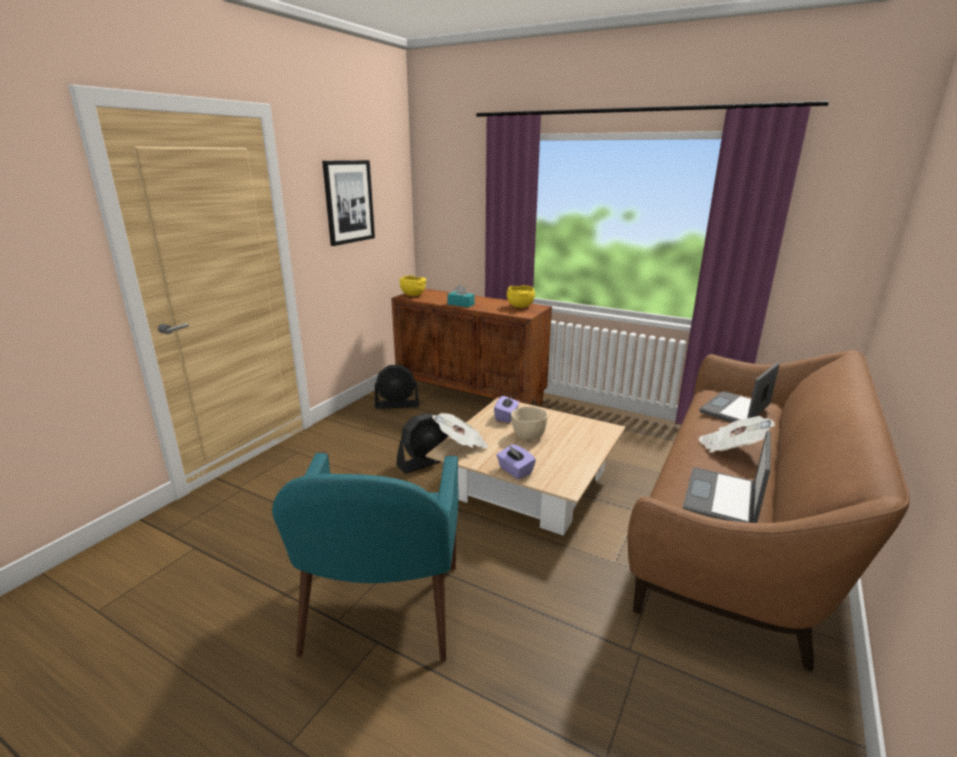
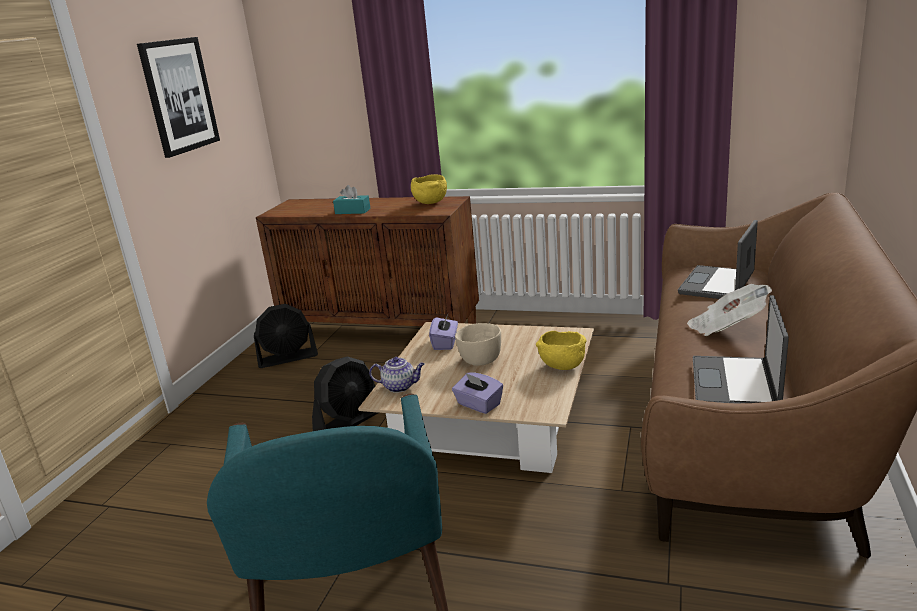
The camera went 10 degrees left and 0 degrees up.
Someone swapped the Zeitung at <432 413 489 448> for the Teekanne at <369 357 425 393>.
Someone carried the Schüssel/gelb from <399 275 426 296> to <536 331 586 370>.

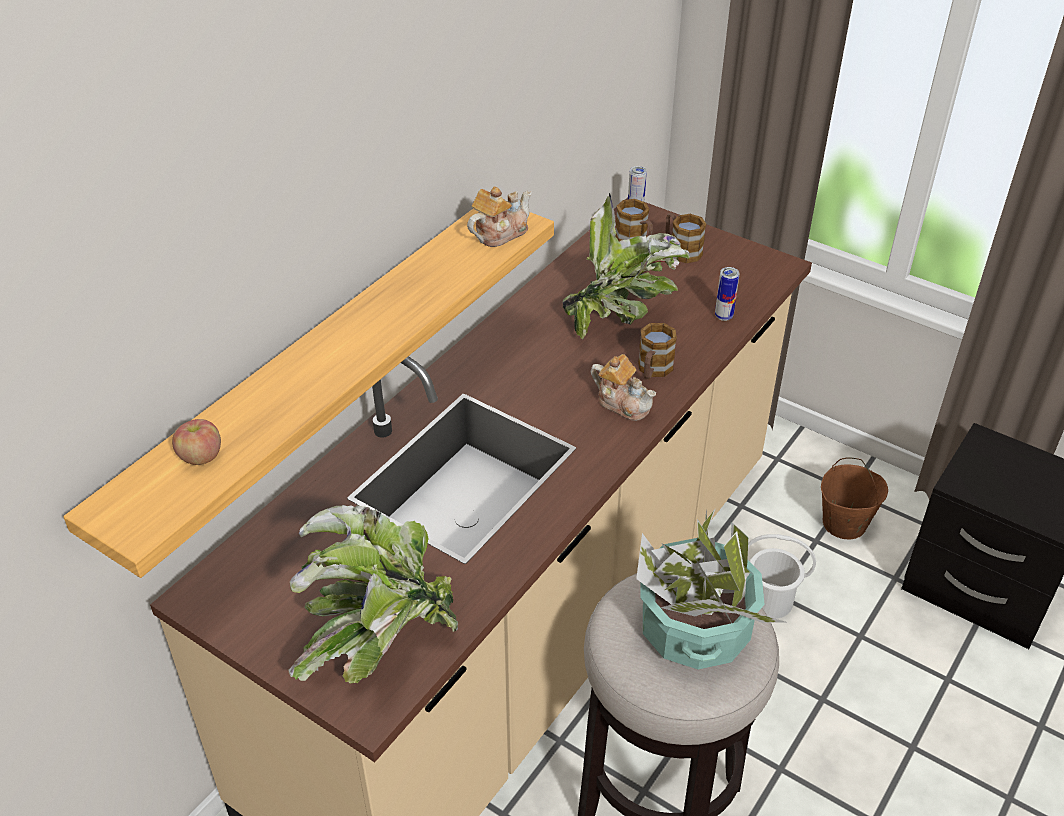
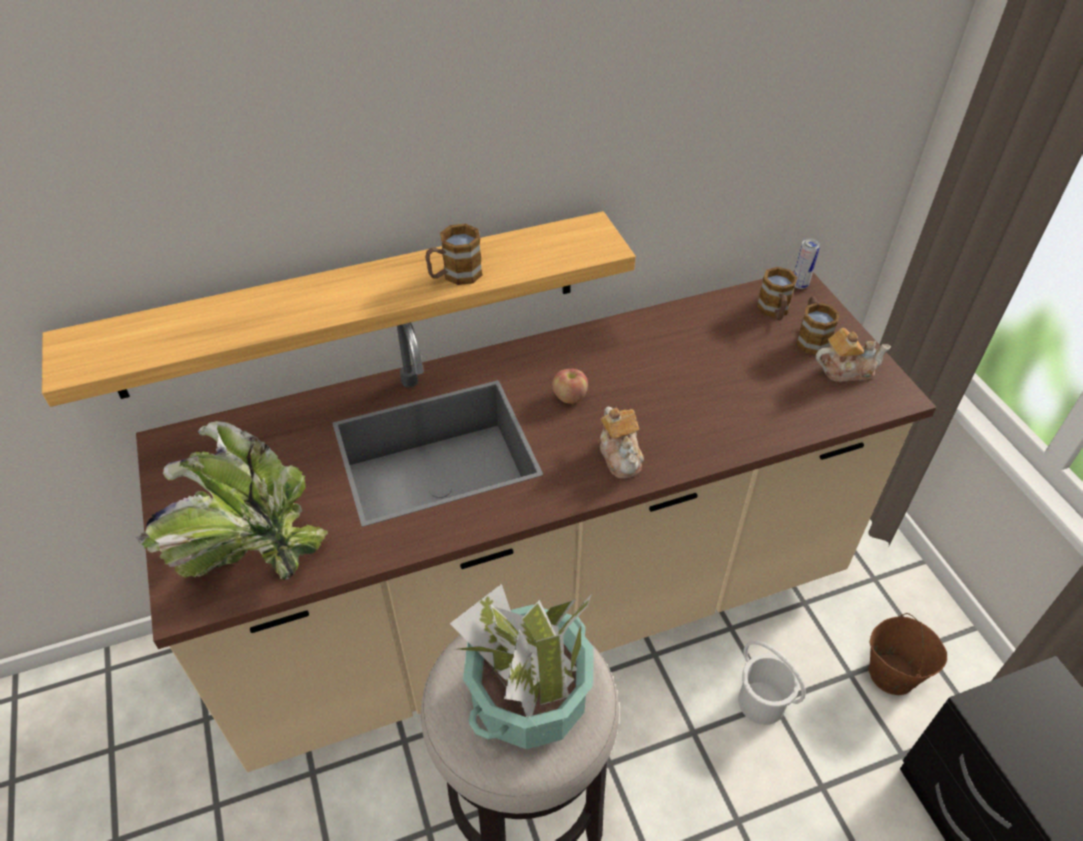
The camera went 35 degrees right and 5 degrees up.
Someone carried the Henkelbecher from <638 323 677 379> to <425 224 482 285>.
Someone carried the Apfel from <172 419 221 465> to <552 369 588 404>.
Someone carried the Teekanne from <467 187 532 247> to <816 328 891 382>.
Someone took away the Topfpflanze at <563 193 689 339>.
Someone took away the Dose at <715 267 740 321>.

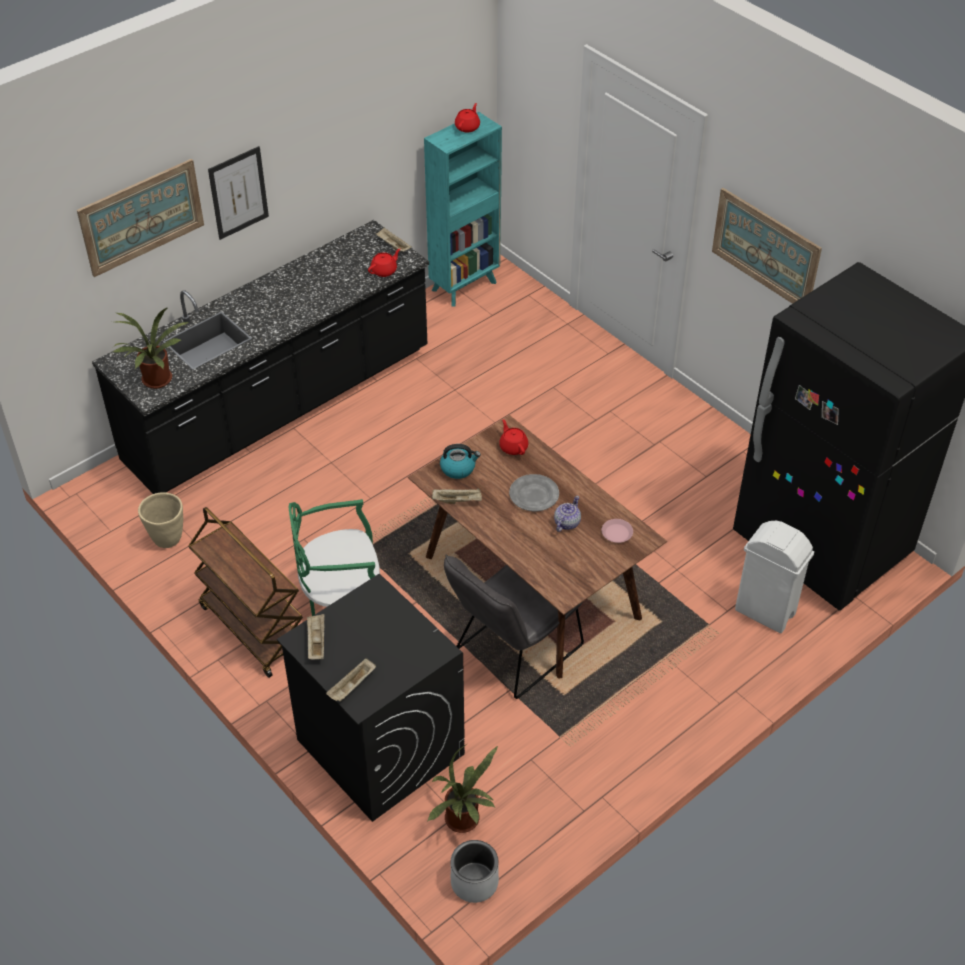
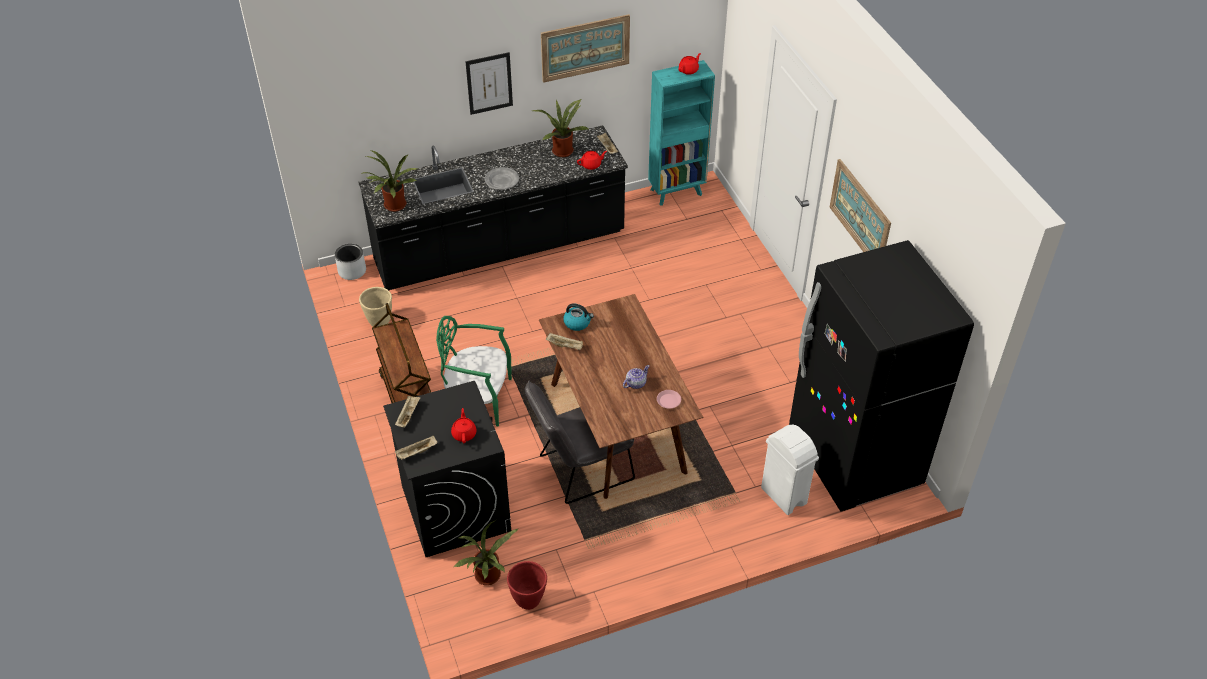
The camera went 20 degrees right and 0 degrees up.
Someone carried the Pflanzkübel/grau from <451 840 499 903> to <335 244 366 280>.
Someone carried the Teekanne/rot from <499 419 528 455> to <451 408 477 443>.
Someone carried the Teller/grau from <509 474 559 511> to <485 167 519 190>.
Someone put down the Pflanzkübel/rot at <507 561 547 610>.
Someone put down the Topfpflanze at <533 99 588 157>.
Someone carried the Bild from <77 159 204 277> to <541 14 630 83>.

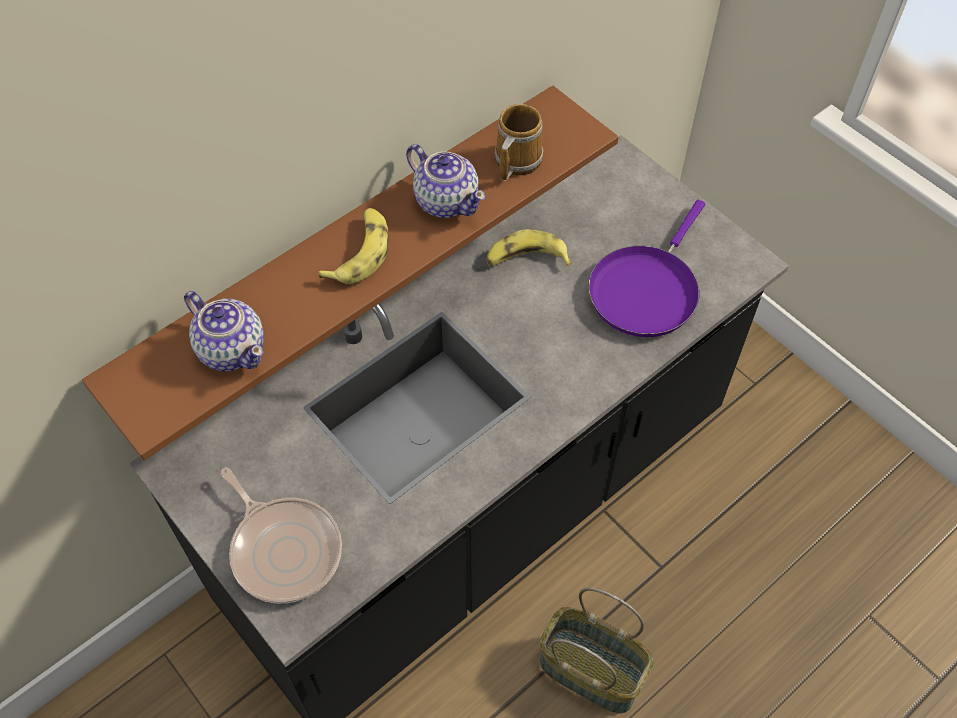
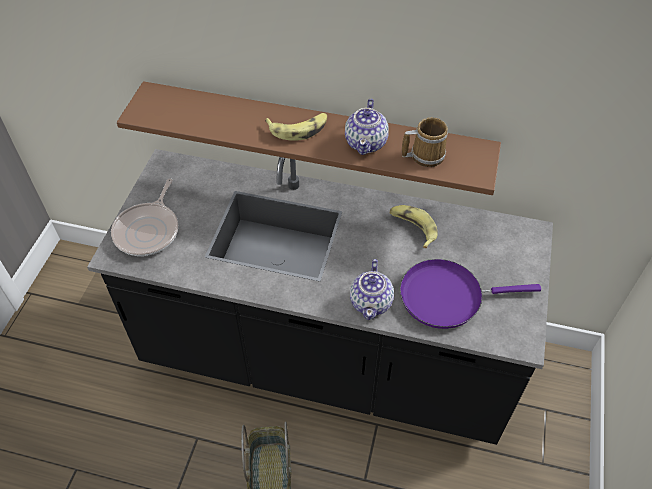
The camera went 55 degrees right and 5 degrees down.
Someone carried the Teekanne from <184 291 264 371> to <350 259 394 320>.

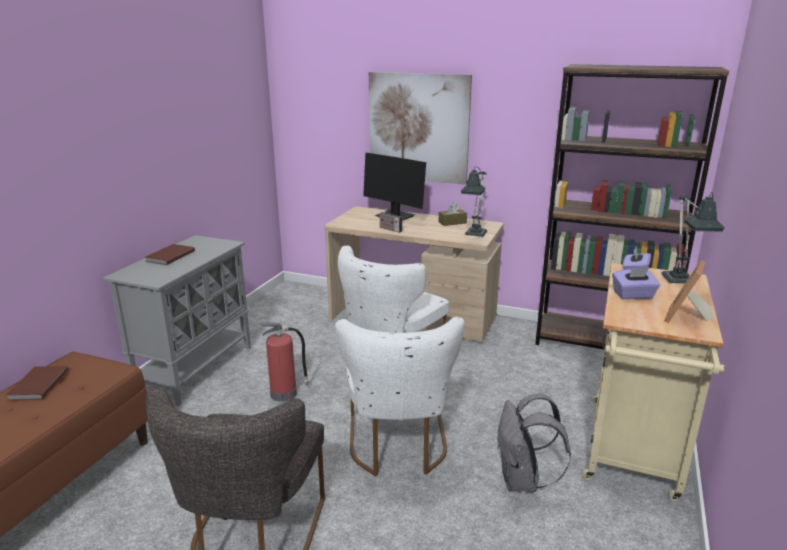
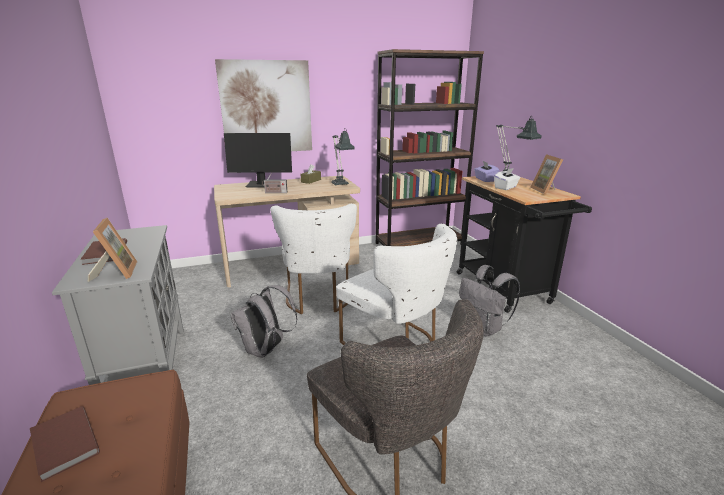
The camera went 40 degrees left and 0 degrees up.
Someone put down the Bilderrahmen at <88 218 137 282>.
Someone swapped the Feuerlöscher at <261 323 309 402> for the Rucksack/grau at <230 285 297 358>.
Someone repainted the Rollwagen/beige at <582 263 724 501>, which became the Rollwagen/schwarz at <457 176 592 313>.
Someone repainted the Taschentuchbox/lila at <612 268 660 299>, which became the Taschentuchbox/weiß at <494 168 520 190>.

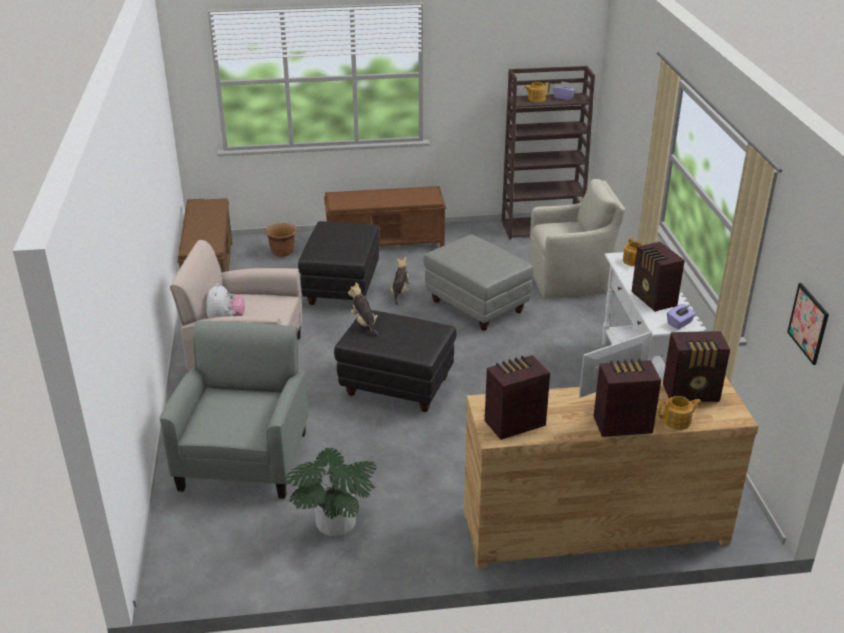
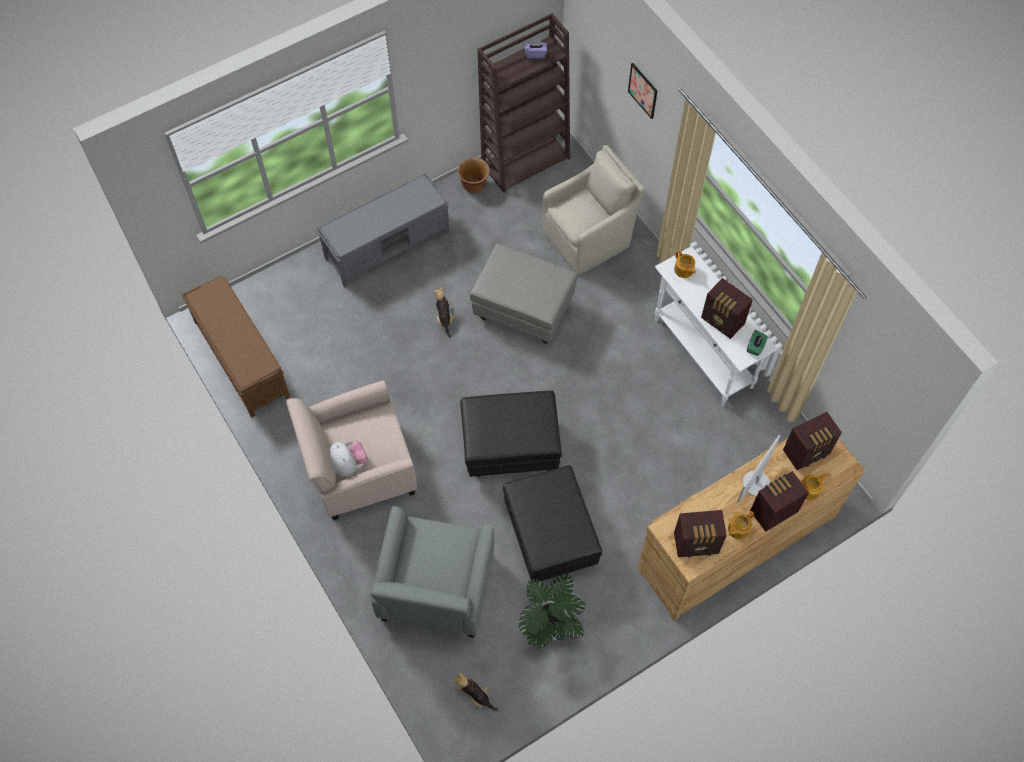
The camera went 25 degrees left and 30 degrees up.
Someone repainted the Bank/braun at <324 186 446 247>, which became the Bank/grau at <317 173 450 287>.
Someone rotated the Sessel/grau at <159 321 308 499> by 150 degrees counterclockwise.
Someone carried the Plüschtier from <348 282 379 337> to <453 673 499 711>.
Someone carried the Pflanzkübel/braun from <265 223 297 257> to <457 158 490 193>.
Someone carried the Polsterhocker/schwarz from <298 221 380 305> to <503 465 602 583>.
Someone carried the Bild from <787 283 829 365> to <628 63 657 119>.
Someone rotated the Radio at <485 355 550 440> by 135 degrees counterclockwise.
Someone carried the Teekanne from <524 82 550 102> to <728 511 754 540>.
Someone repainted the Taschentuchbox/lila at <667 304 696 329>, which became the Taschentuchbox/grün at <747 330 768 356>.

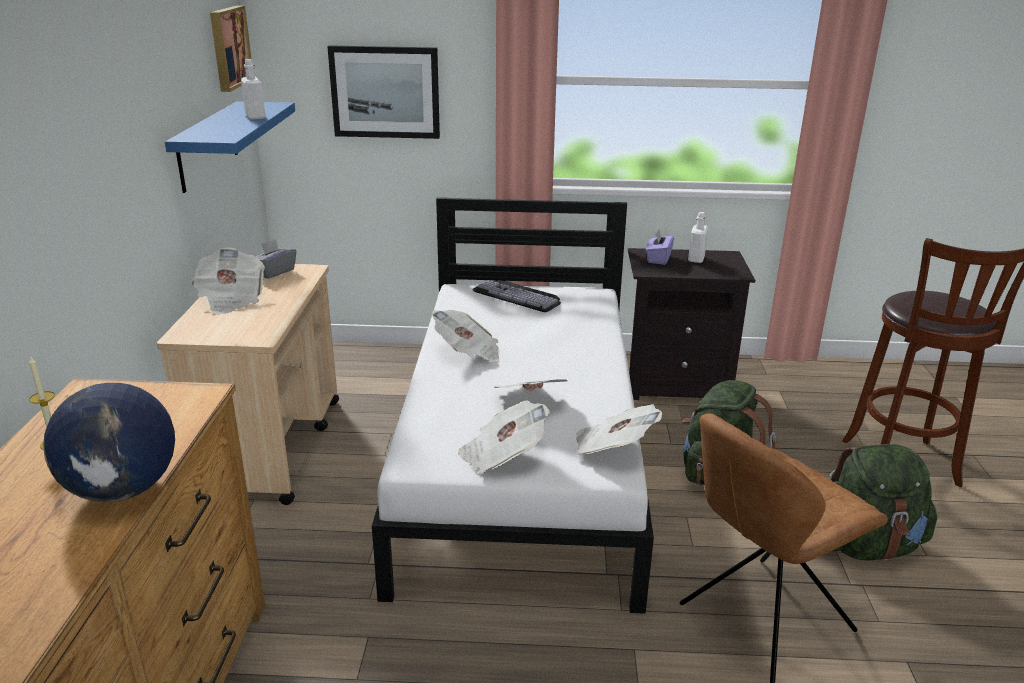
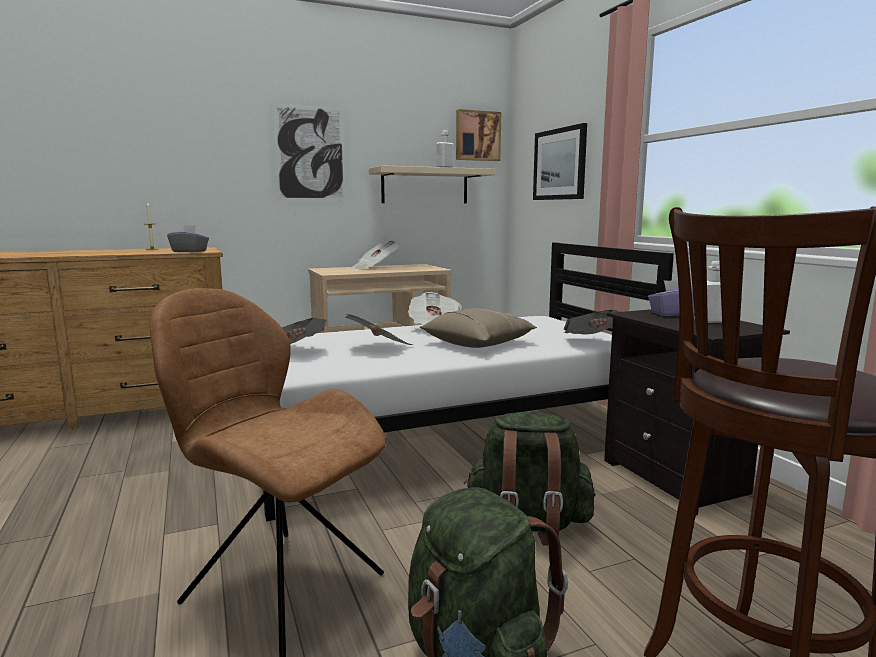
The camera went 65 degrees right and 15 degrees down.
Someone carried the Taschentuchbox/grau from <255 239 296 279> to <167 225 209 252>.
Someone put up the Bild at <273 103 345 200>.
Someone repainted the Wandregal/blau at <165 101 295 193>, which became the Wandregal/beige at <369 165 496 204>.
Someone put down the Kissen/beige at <420 308 537 348>.
Someone carried the Zeitung from <576 404 662 455> to <564 310 619 334>.
Someone took away the Globus at <43 383 175 502>.
Someone took away the Tastatur at <472 280 561 312>.

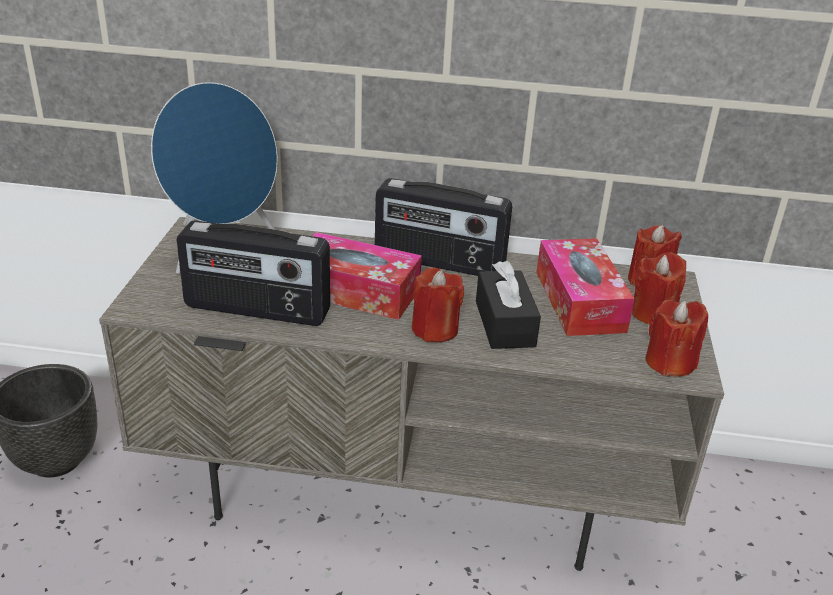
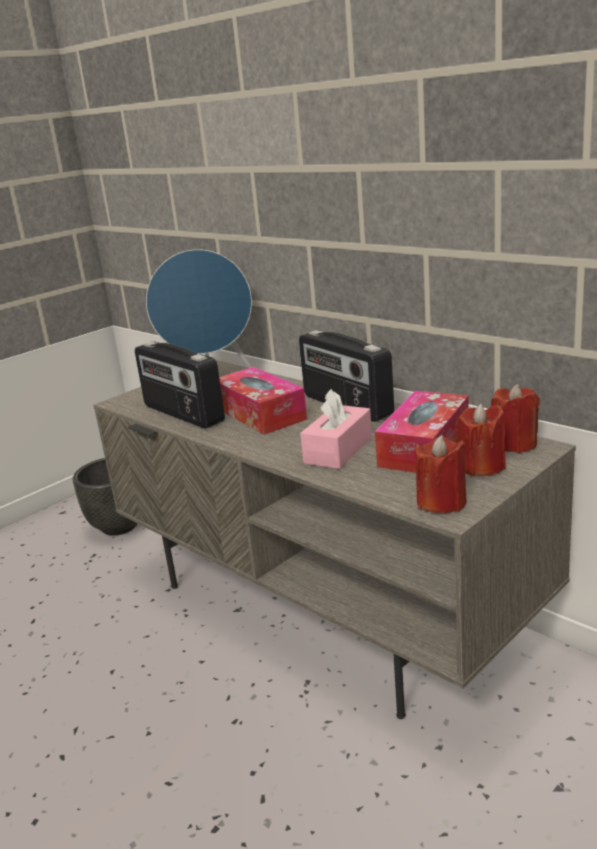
The camera went 40 degrees right and 10 degrees down.
Someone repainted the Taschentuchbox/schwarz at <476 261 541 349>, which became the Taschentuchbox/rosa at <300 389 372 469>.
Someone took away the Kerze/rot at <412 268 464 342>.

